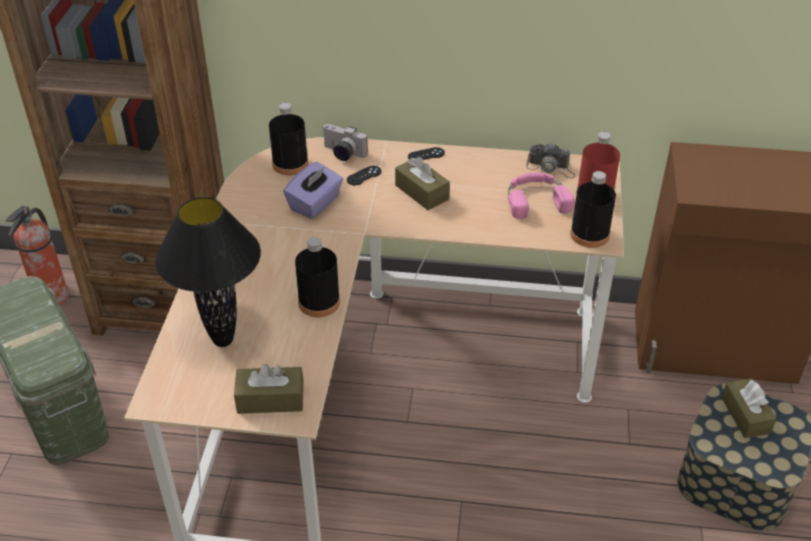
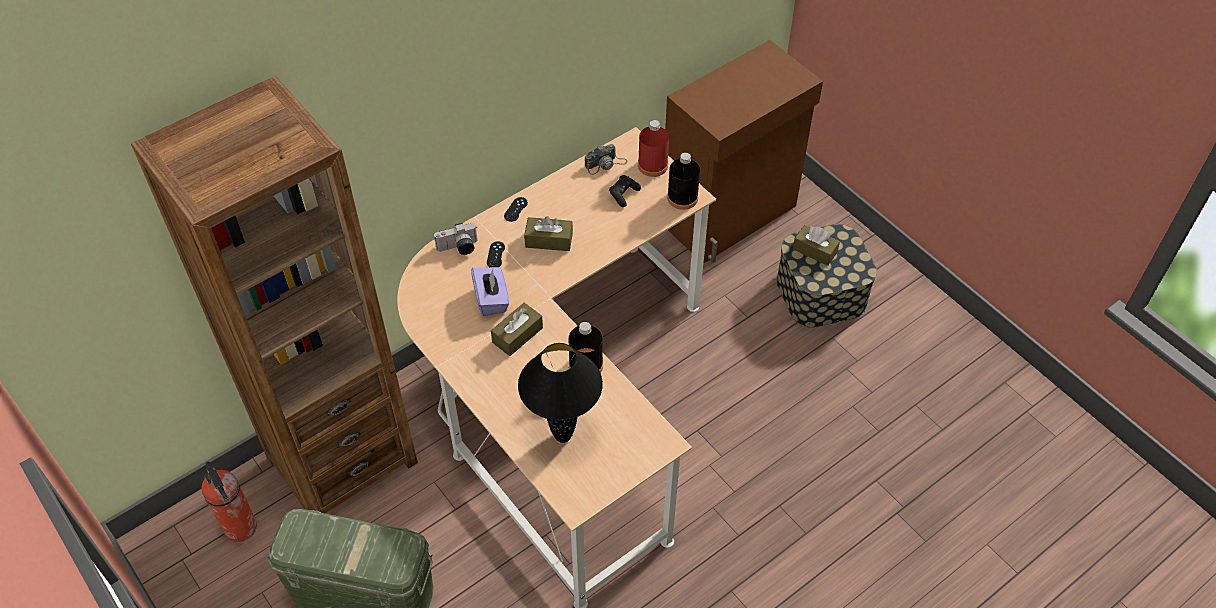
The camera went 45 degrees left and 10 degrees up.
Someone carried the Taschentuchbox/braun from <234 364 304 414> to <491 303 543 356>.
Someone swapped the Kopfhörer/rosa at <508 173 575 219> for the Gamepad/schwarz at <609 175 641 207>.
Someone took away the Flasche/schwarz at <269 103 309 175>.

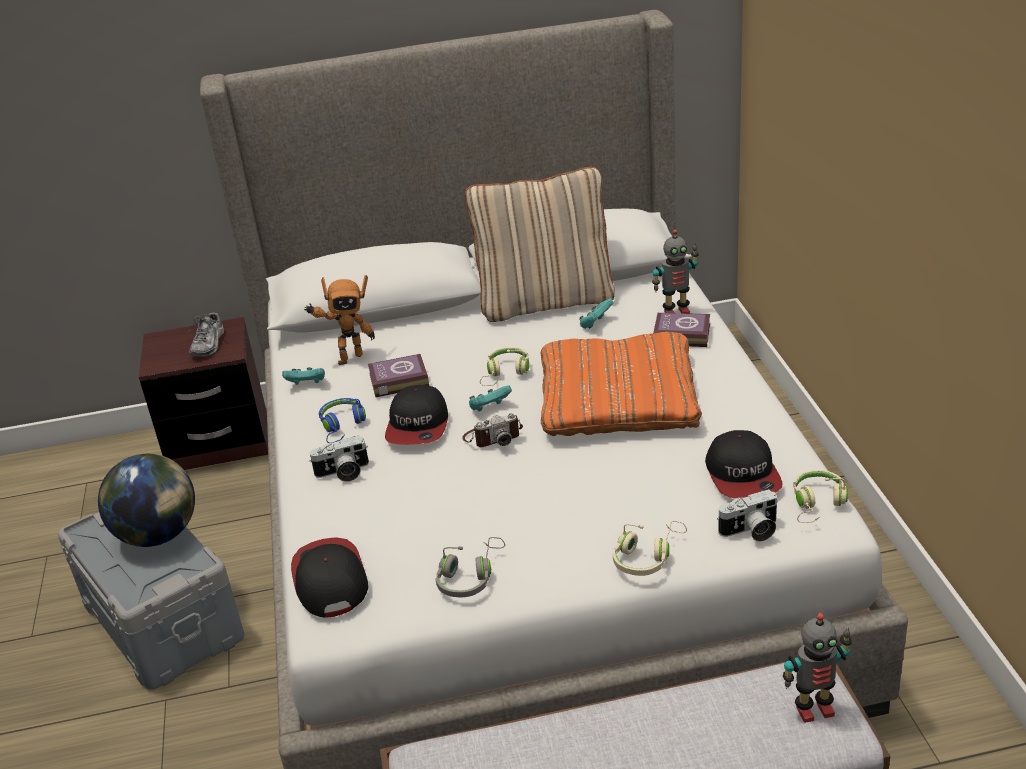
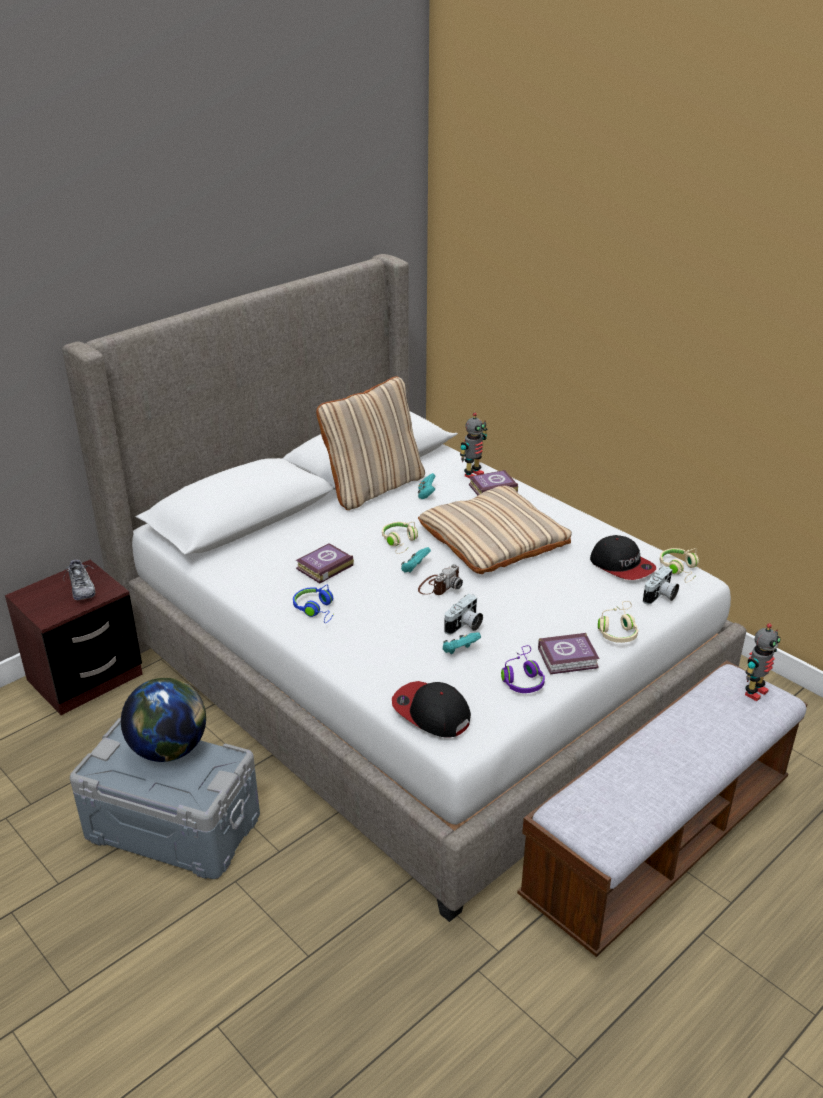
The camera went 35 degrees left and 0 degrees up.
Someone repainted the Kissen/orange at <541 332 702 436>, which became the Kissen/beige at <418 486 572 574>.
Someone carried the Gamepad/türkis from <282 367 325 385> to <443 632 481 654>.
Someone carried the Kamera from <309 436 369 482> to <444 594 483 635>.
Someone repainted the Kopfhörer/grau at <435 537 505 597>, which became the Kopfhörer/lila at <501 645 545 693>.
Someone put down the Buch at <538 633 599 674>.
Someone took away the Spielzeugroboter at <304 275 375 365>.
Someone took away the Kappe at <385 385 448 445>.

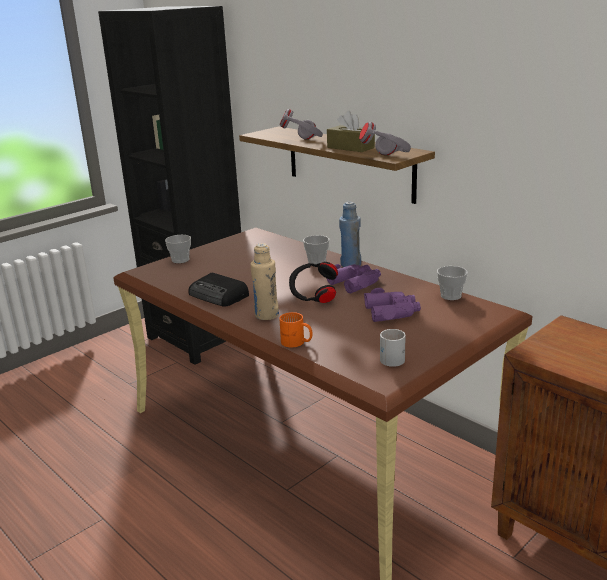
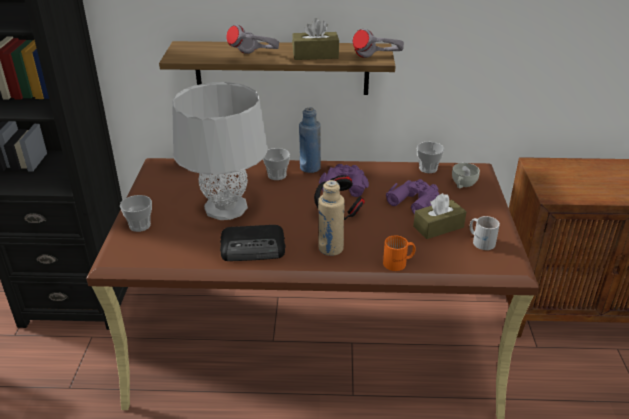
The camera went 45 degrees left and 10 degrees up.
Someone put down the Tischlampe/grau at <172 82 268 220>.
Someone put down the Taschentuchbox/braun at <413 193 467 239>.
Someone put down the Tasse/weiß at <452 163 480 188>.

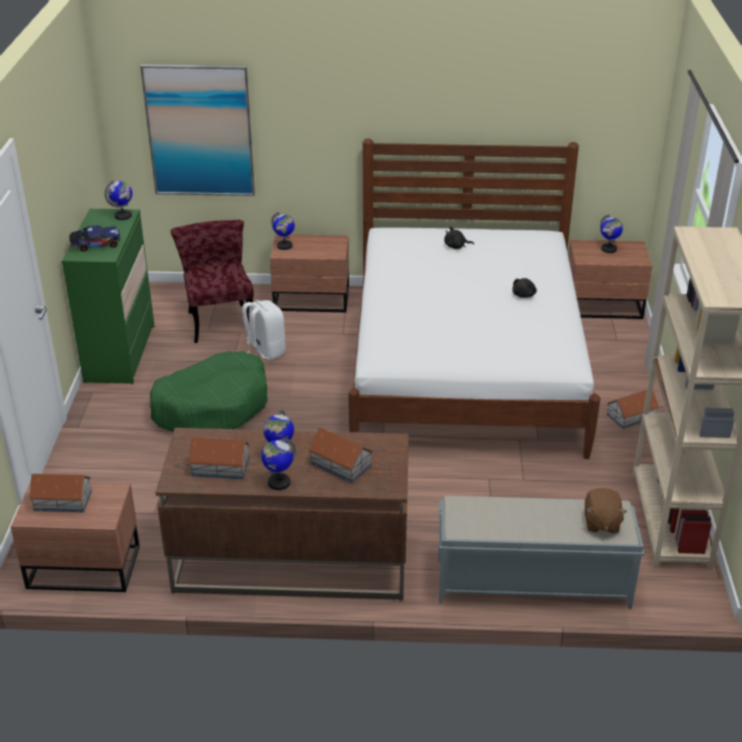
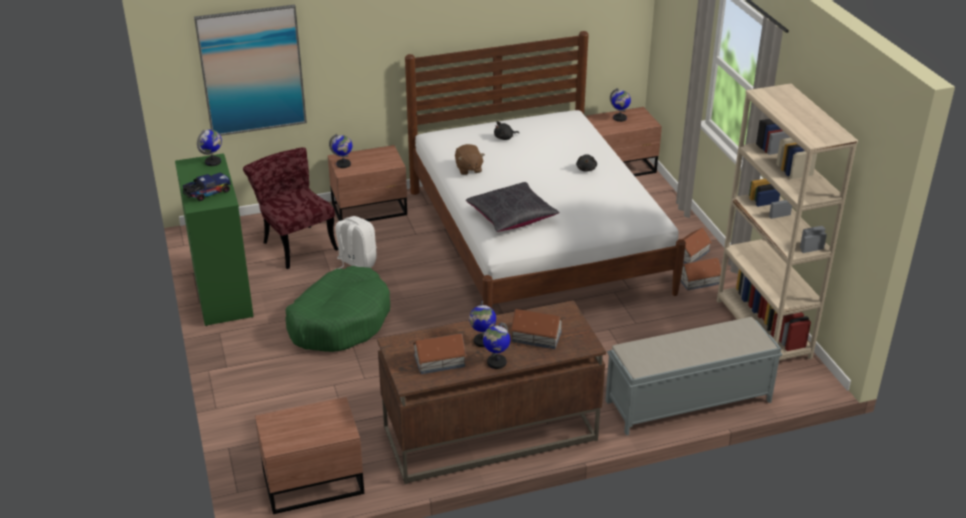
The camera went 20 degrees left and 0 degrees up.
Someone carried the Plüschtier/braun from <585 488 627 533> to <455 144 485 175>.
Someone put down the Kissen/schwarz at <466 182 560 232>.
Someone carried the Spielzeughaus from <29 474 92 513> to <680 258 721 291>.

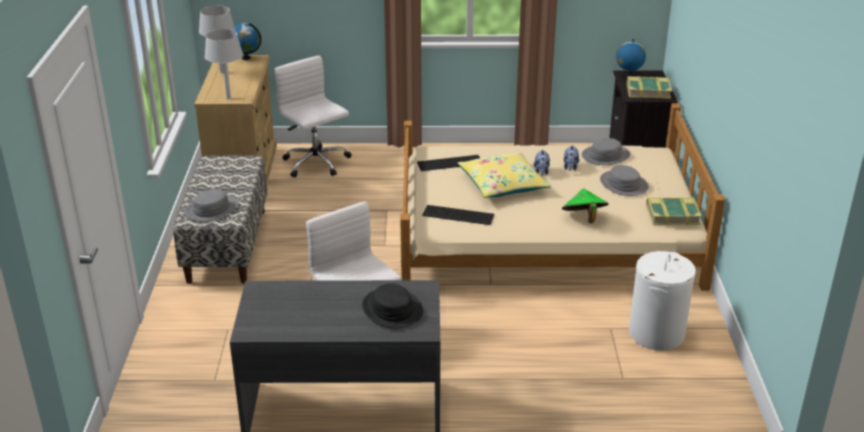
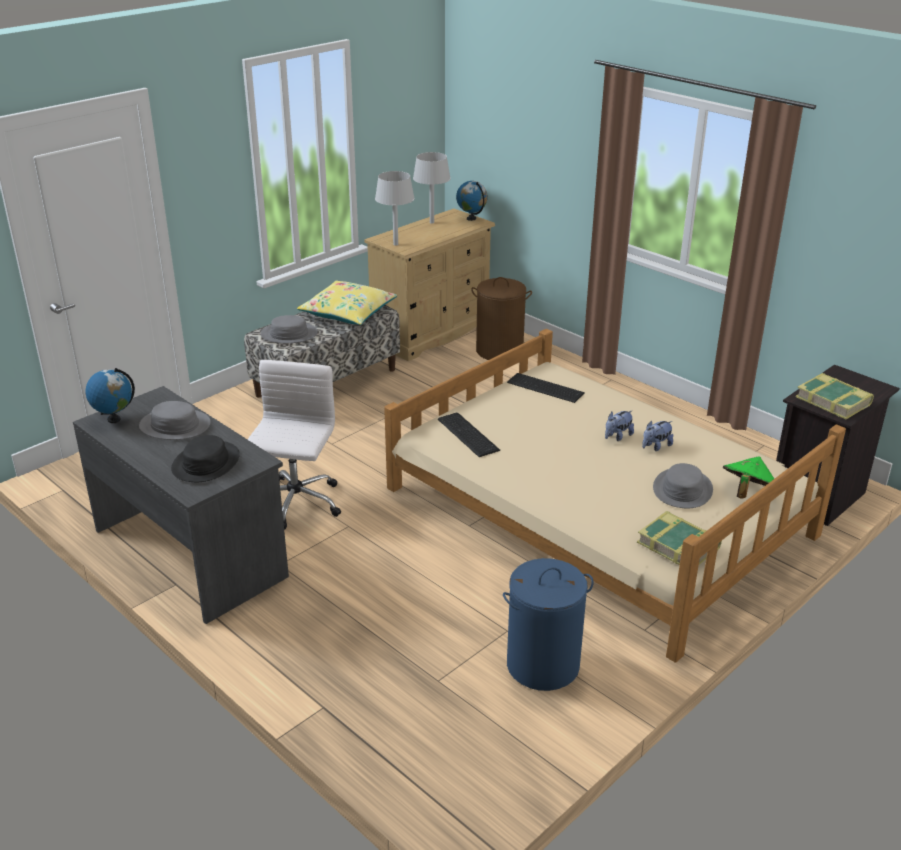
The camera went 45 degrees right and 0 degrees up.
Someone carried the Globus from <616 39 646 78> to <85 368 135 423>.
Someone carried the Hut/grau from <582 138 630 165> to <139 401 211 440>.
Someone carried the Kissen/gelb from <458 153 551 198> to <297 281 398 325>.
Someone swapped the Bürostuhl/weiß at <275 55 352 178> for the Wäschekorb/braun at <471 277 532 360>.
Someone repainted the Wäschekorb/weiß at <629 251 696 351>, which became the Wäschekorb/blau at <503 558 594 691>.
Someone carried the Hut/grün from <562 188 609 223> to <723 456 774 499>.

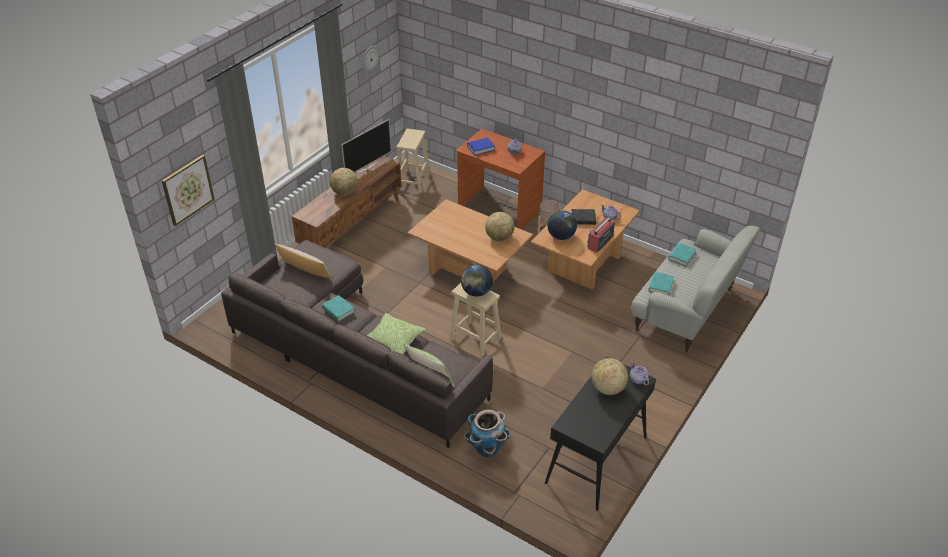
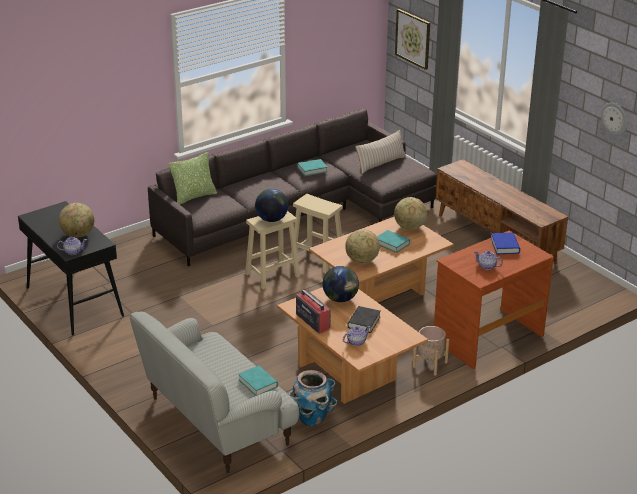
The camera went 110 degrees right and 10 degrees down.
Someone carried the Pflanzkübel from <464 410 511 457> to <287 370 338 426>.
Someone carried the Hocker/beige from <396 129 430 193> to <291 194 343 273>.
Someone carried the Buch/türkis from <648 272 674 296> to <377 230 410 253>.
Someone carried the Globus from <330 168 358 196> to <394 197 427 230>.
Someone took away the Fernseher at <341 119 391 174>.
Someone took away the Kissen at <367 313 425 355>.

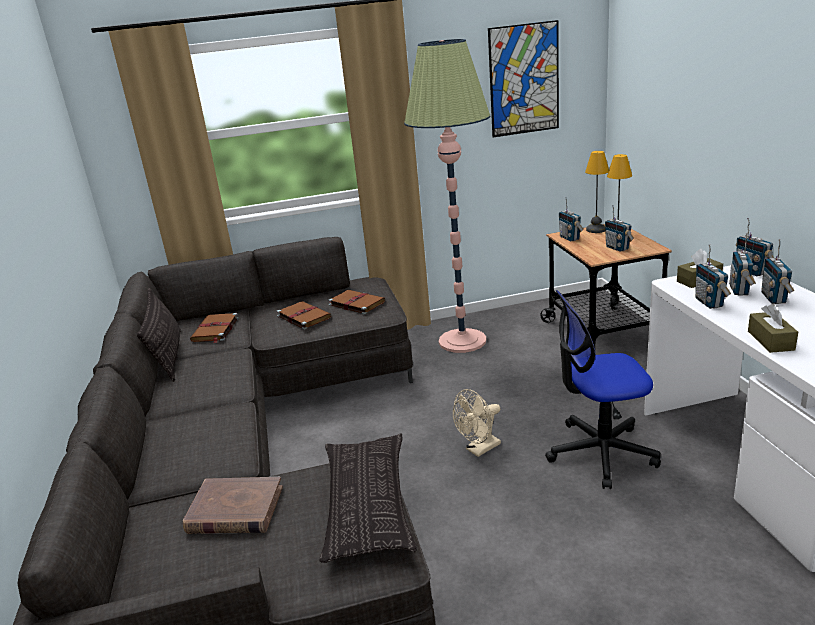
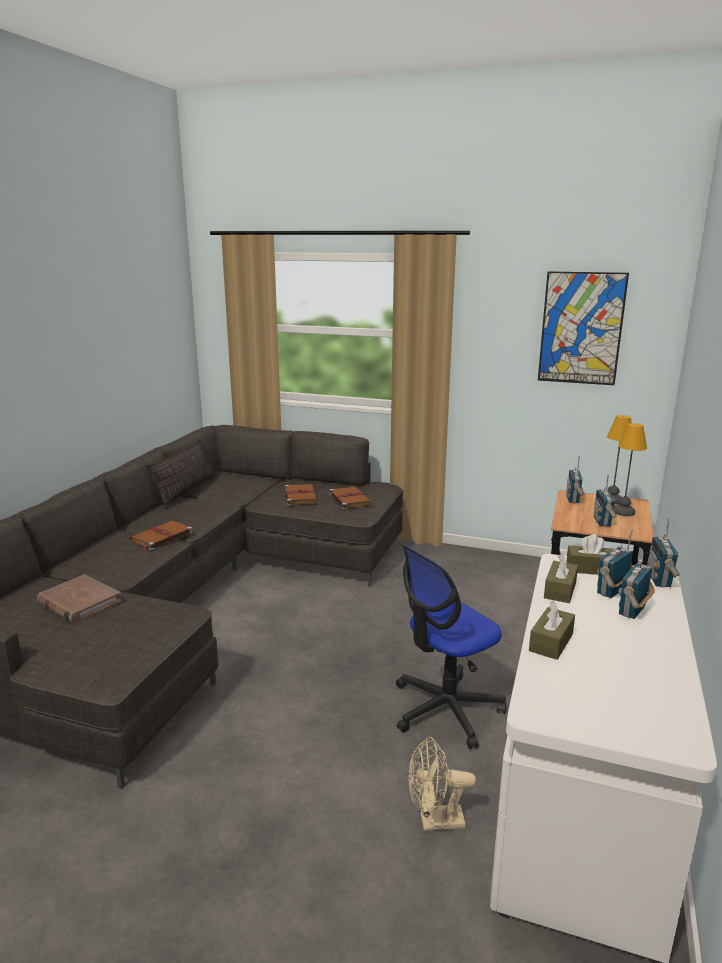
The camera went 30 degrees right and 5 degrees down.
Someone carried the Buch/braun from <190 313 239 343> to <130 521 193 550>.
Someone rotated the Bürostuhl at <545 290 661 489> by 60 degrees counterclockwise.
Someone carried the Ventilator/beige from <453 389 501 457> to <408 736 476 831>.
Someone swapped the Radio at <695 245 731 309> for the Taschentuchbox/braun at <544 553 578 603>.
Someone took away the Kissen at <319 433 417 563>.
Someone took away the Stehlampe at <404 39 490 353>.

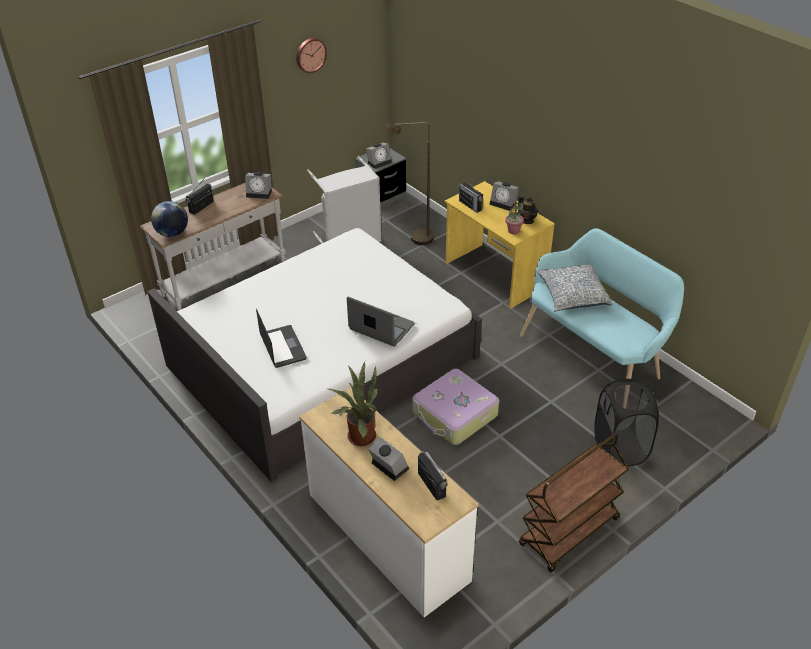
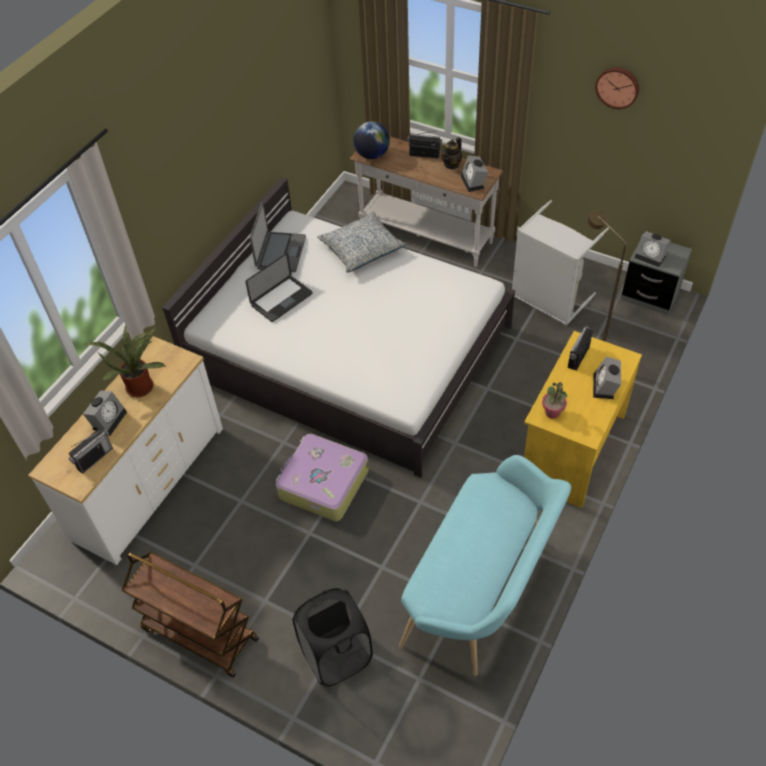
The camera went 70 degrees right and 10 degrees up.
Someone carried the Laptop from <347 297 415 346> to <250 202 306 272>.
Someone carried the Kissen from <536 264 612 312> to <317 212 406 273>.
Someone carried the Teekanne from <518 195 538 224> to <441 137 462 169>.

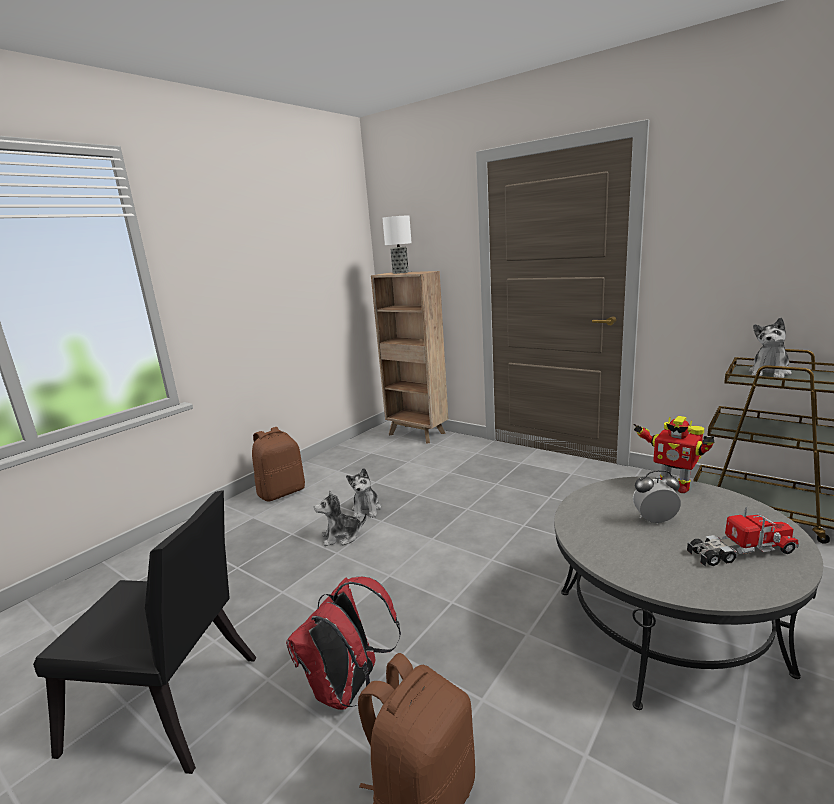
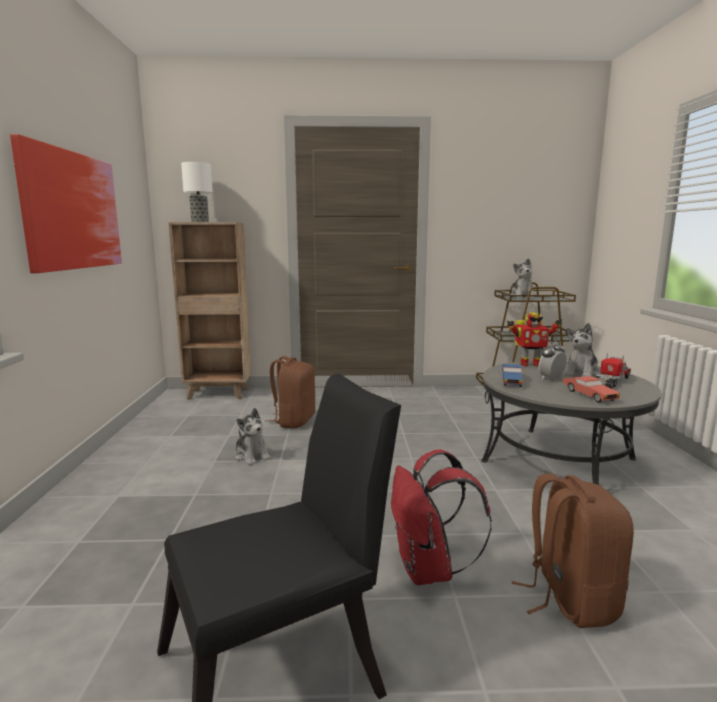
The camera went 40 degrees left and 5 degrees down.
Someone put up the Bild at <10 134 122 273>.
Someone carried the Rucksack/braun from <252 427 305 502> to <265 356 315 429>.
Someone put down the Spielzeugauto/blau at <502 364 523 387>.
Someone put down the Spielzeugauto/rot at <563 376 620 403>.
Someone carried the Plüschtier from <314 490 367 546> to <564 323 600 377>.

